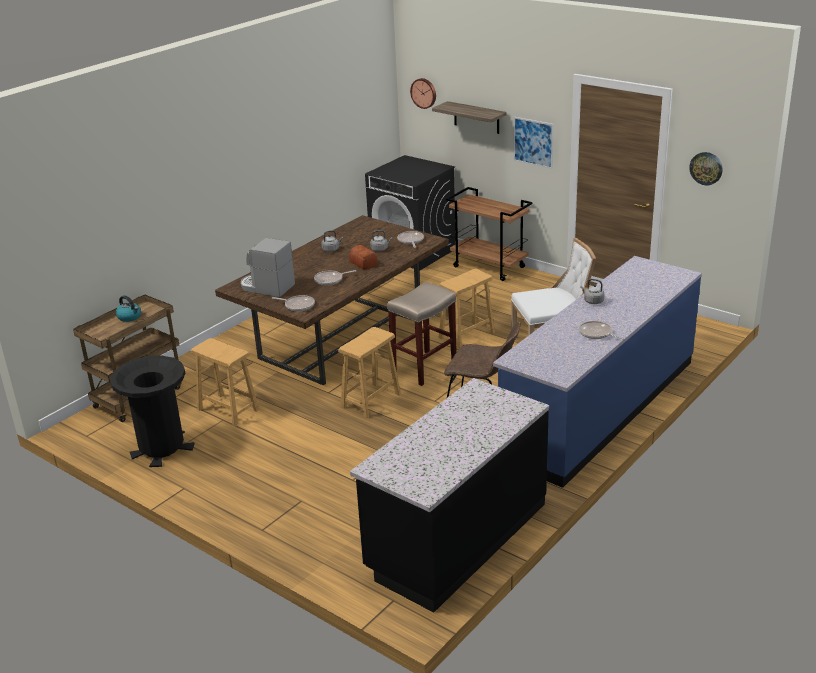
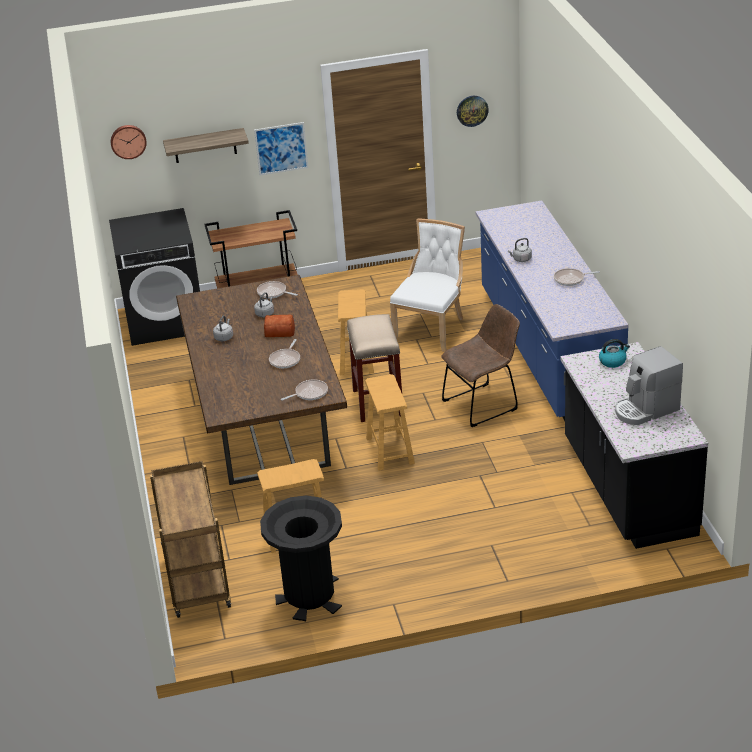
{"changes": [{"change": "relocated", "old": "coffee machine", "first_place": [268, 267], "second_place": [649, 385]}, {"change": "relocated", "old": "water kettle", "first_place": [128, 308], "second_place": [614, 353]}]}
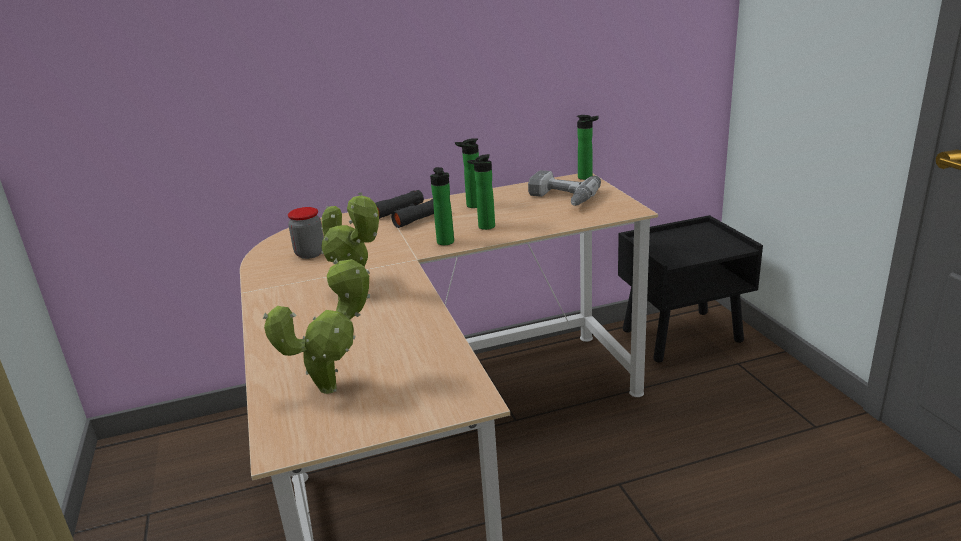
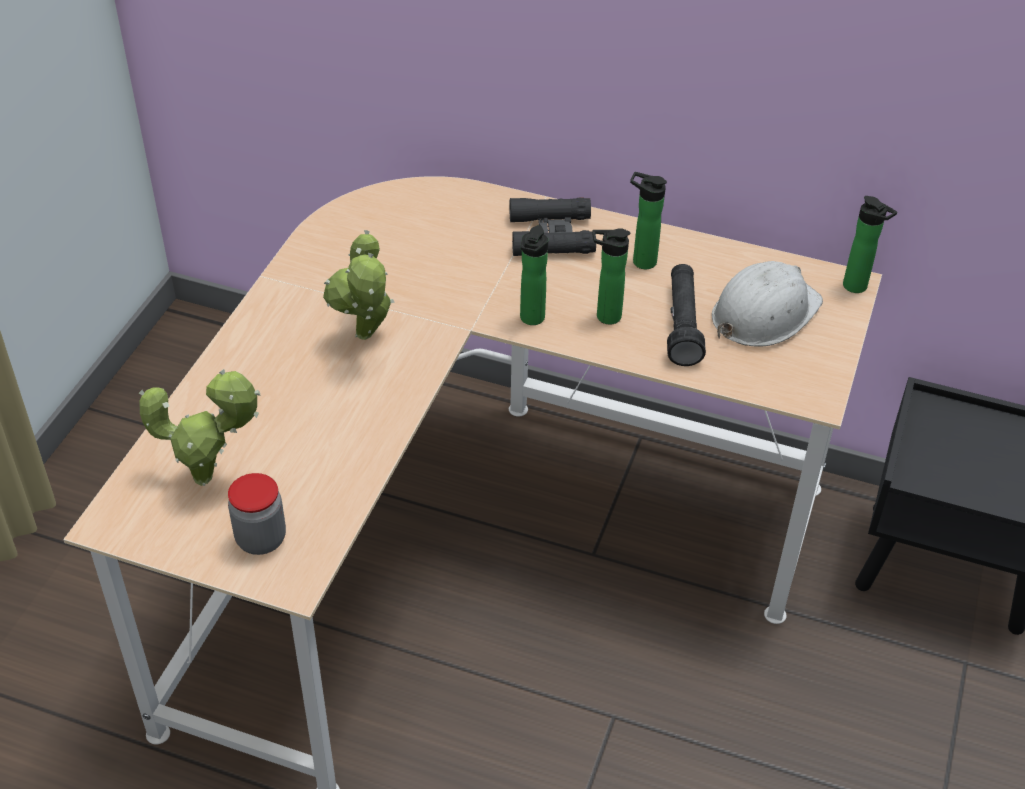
{"changes": [{"change": "exchanged", "old": "power drill", "new": "safety helmet (white-coloured)", "first_place": [564, 188], "second_place": [767, 304]}, {"change": "relocated", "old": "jar", "first_place": [306, 233], "second_place": [257, 514]}, {"change": "appeared", "new": "torch (black-coloured)", "second_place": [686, 315]}]}
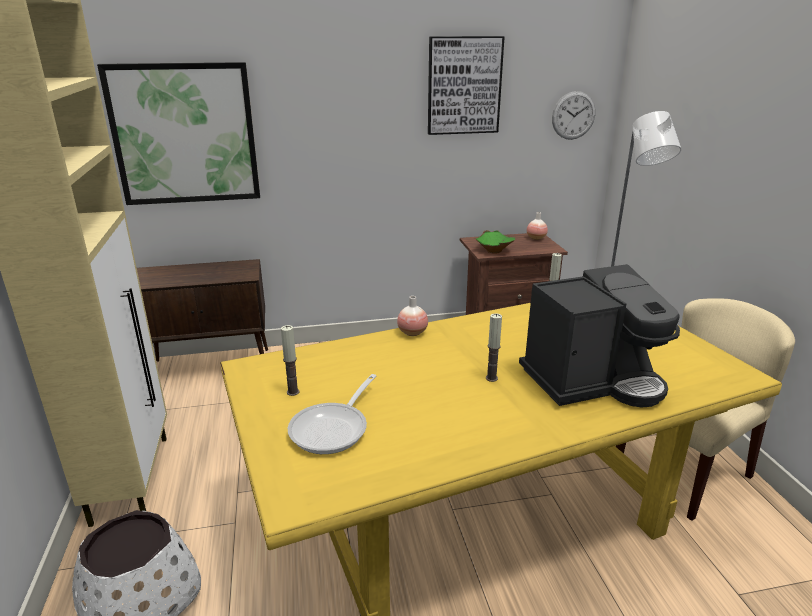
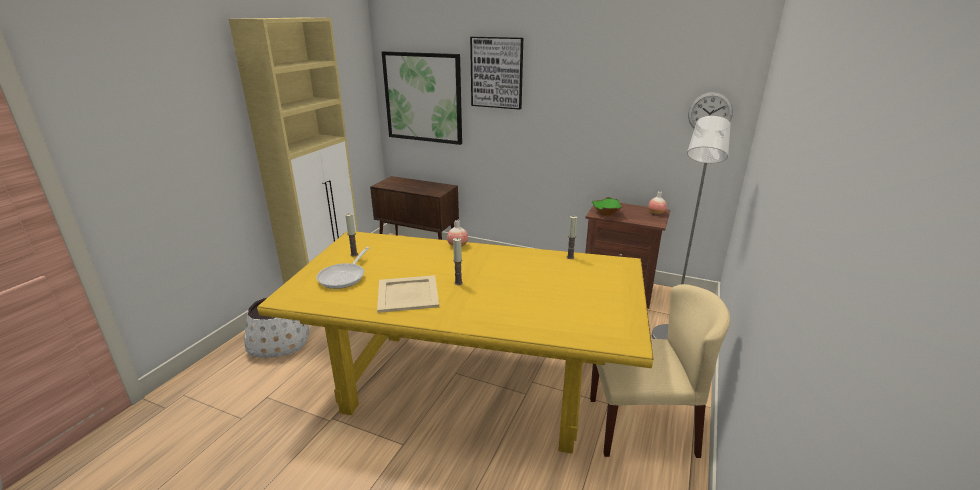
{"changes": [{"change": "relocated", "old": "picture", "first_place": [466, 85], "second_place": [496, 73]}, {"change": "missing", "old": "coffee machine", "first_place": [599, 335]}, {"change": "spun", "old": "pan", "first_place": [332, 414], "second_place": [343, 268], "degrees": -45}, {"change": "appeared", "new": "serving tray (beige-coloured)", "second_place": [408, 294]}]}
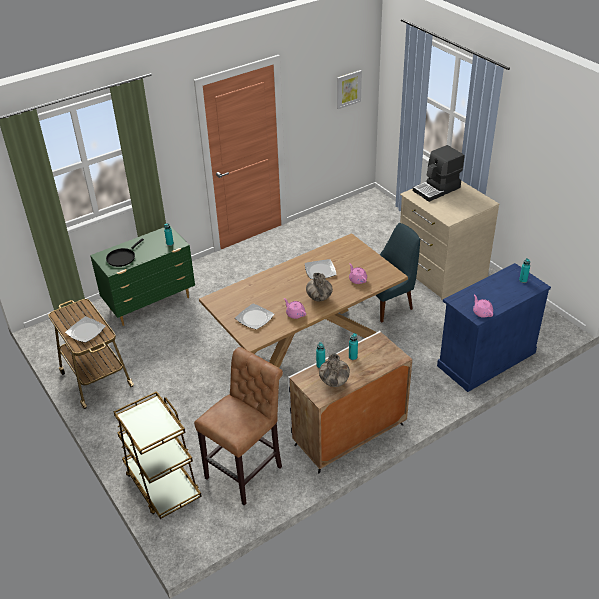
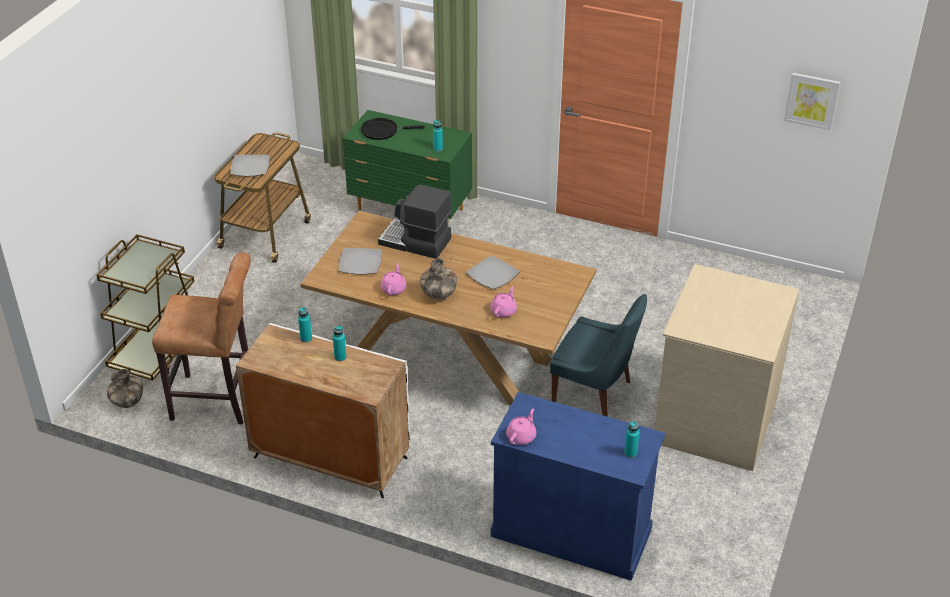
{"changes": [{"change": "relocated", "old": "coffee machine", "first_place": [439, 173], "second_place": [414, 222]}, {"change": "relocated", "old": "vase", "first_place": [334, 370], "second_place": [125, 388]}]}
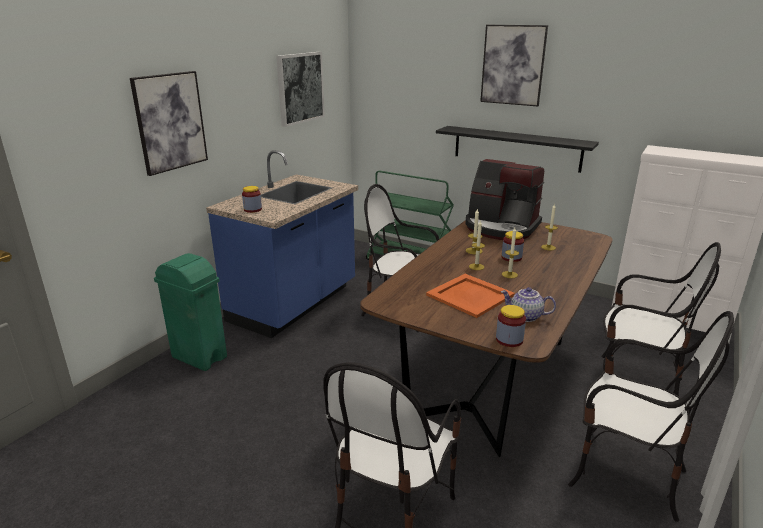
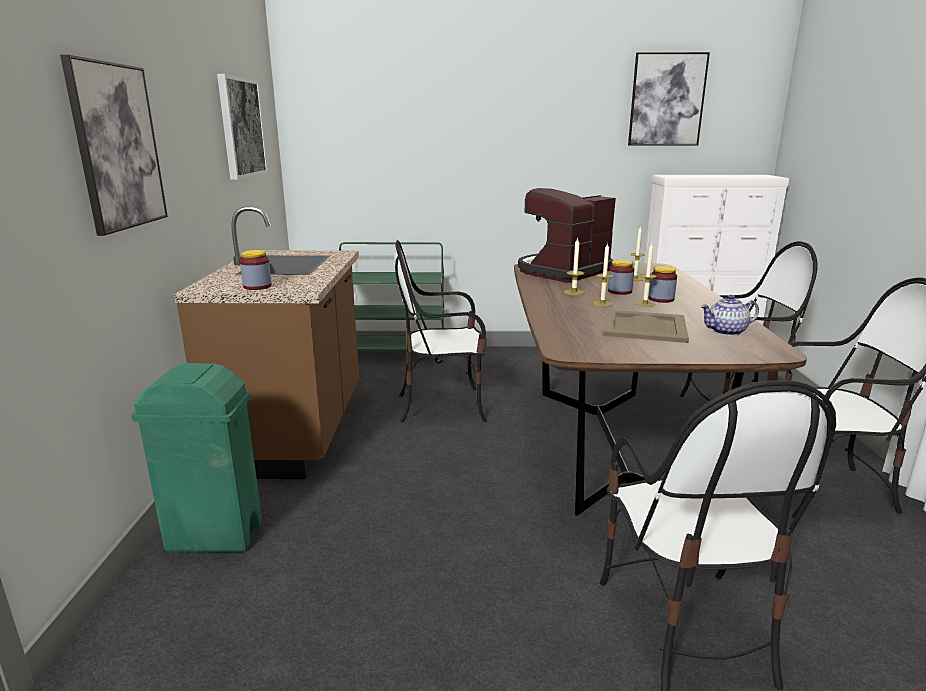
{"changes": [{"change": "relocated", "old": "picture", "first_place": [514, 65], "second_place": [669, 99]}, {"change": "missing", "old": "wall shelf (black-coloured)", "first_place": [517, 149]}, {"change": "colour", "old": "kitchen base unit (bluish)", "new": "kitchen base unit (brown-coloured)", "first_place": [282, 244], "second_place": [266, 342]}, {"change": "spun", "old": "coffee machine", "first_place": [505, 199], "second_place": [567, 235], "degrees": 135}, {"change": "colour", "old": "serving tray (orange-coloured)", "new": "serving tray (beige-coloured)", "first_place": [470, 296], "second_place": [645, 326]}, {"change": "relocated", "old": "jar", "first_place": [511, 326], "second_place": [662, 284]}]}
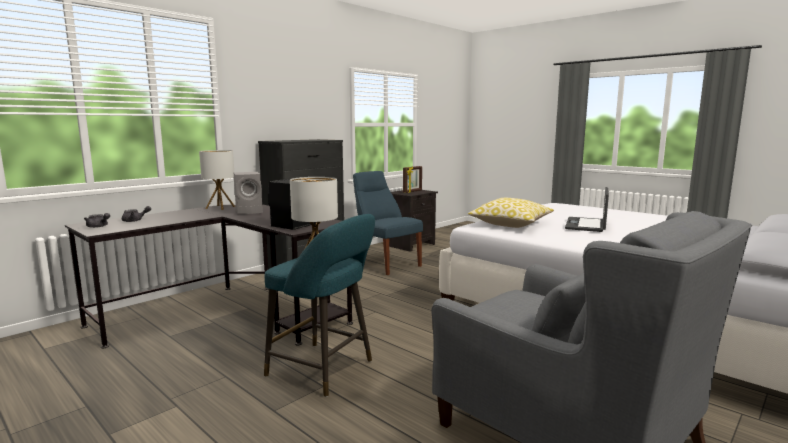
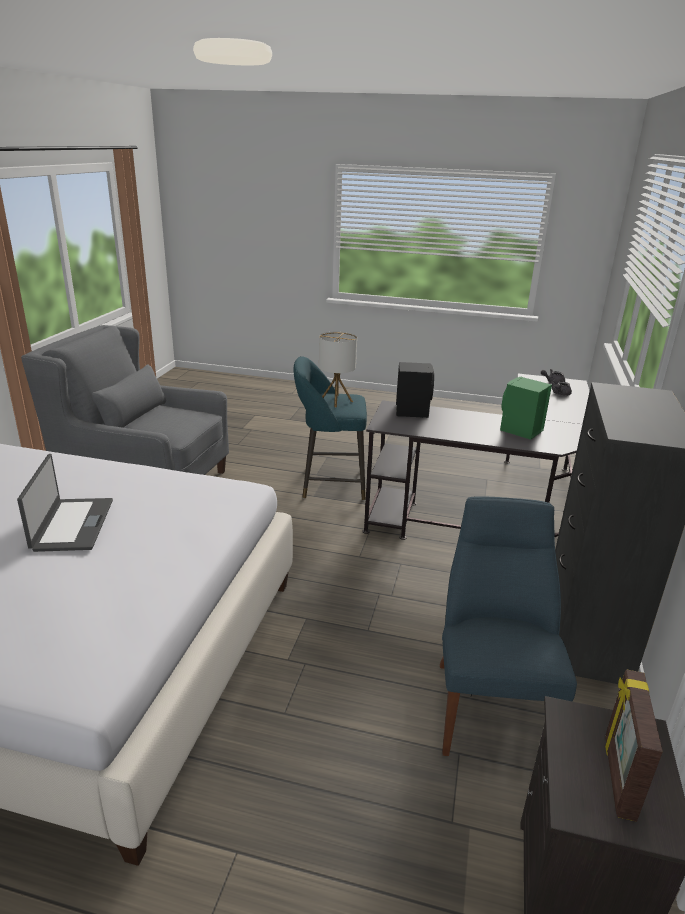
{"changes": [{"change": "missing", "old": "table lamp", "first_place": [217, 180]}, {"change": "spun", "old": "upright chair (bluish)", "first_place": [388, 223], "second_place": [508, 626], "degrees": -105}, {"change": "colour", "old": "speaker (grey)", "new": "speaker (green)", "first_place": [248, 193], "second_place": [526, 408]}, {"change": "missing", "old": "pillow", "first_place": [511, 213]}]}
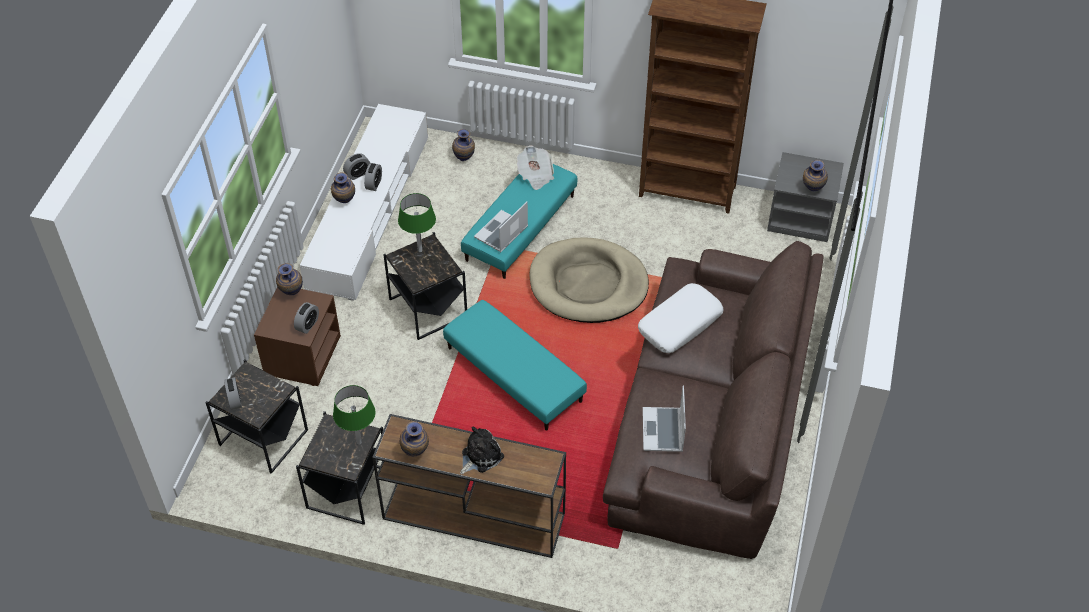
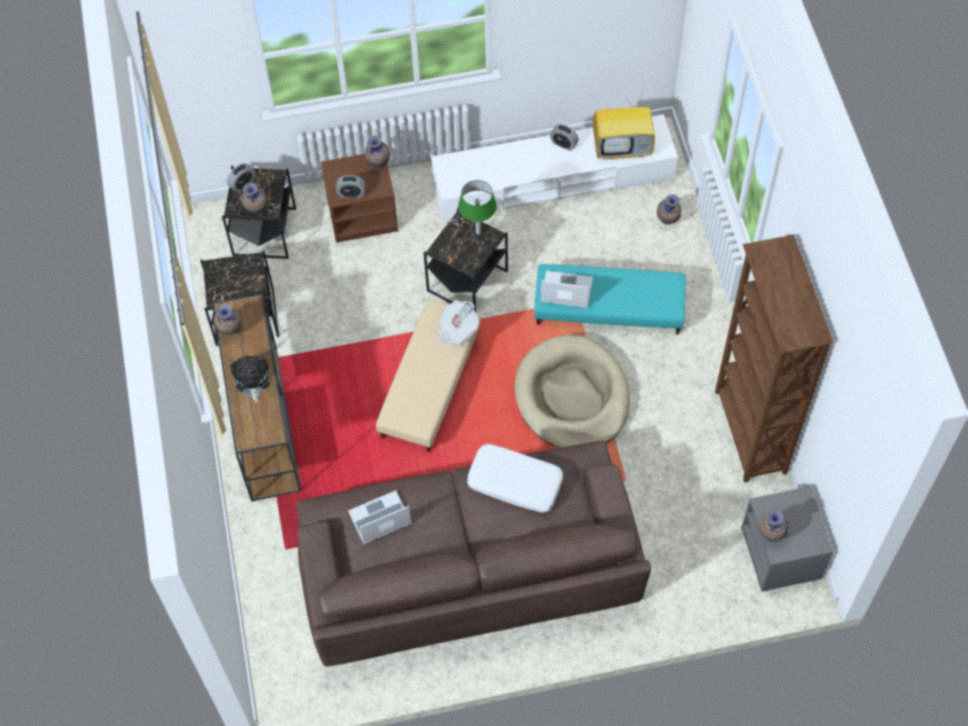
{"changes": [{"change": "relocated", "old": "newspaper", "first_place": [535, 167], "second_place": [457, 324]}, {"change": "missing", "old": "alarm clock", "first_place": [373, 177]}, {"change": "relocated", "old": "vase", "first_place": [343, 187], "second_place": [254, 198]}, {"change": "colour", "old": "ottoman (turquoise-coloured)", "new": "ottoman (beige-coloured)", "first_place": [515, 365], "second_place": [428, 376]}, {"change": "missing", "old": "table lamp (green)", "first_place": [354, 415]}, {"change": "spun", "old": "plush toy", "first_place": [482, 450], "second_place": [250, 379], "degrees": -120}, {"change": "appeared", "new": "television", "second_place": [624, 126]}]}
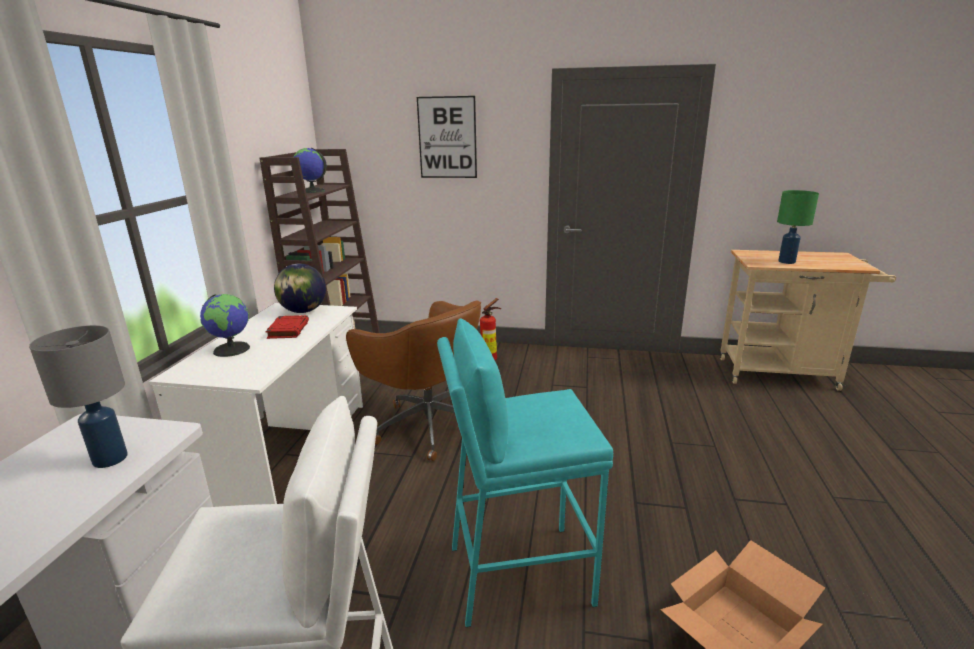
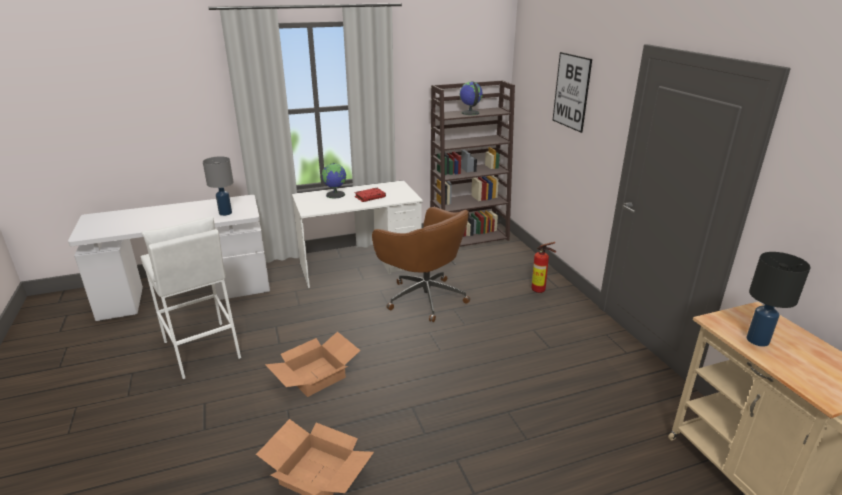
{"changes": [{"change": "colour", "old": "table lamp (green)", "new": "table lamp (black-coloured)", "first_place": [798, 227], "second_place": [778, 299]}, {"change": "missing", "old": "globe", "first_place": [300, 288]}, {"change": "spun", "old": "office chair (brown-coloured)", "first_place": [413, 380], "second_place": [421, 264], "degrees": -60}, {"change": "exchanged", "old": "sitting stool (turquoise-coloured)", "new": "carton", "first_place": [525, 472], "second_place": [313, 364]}]}
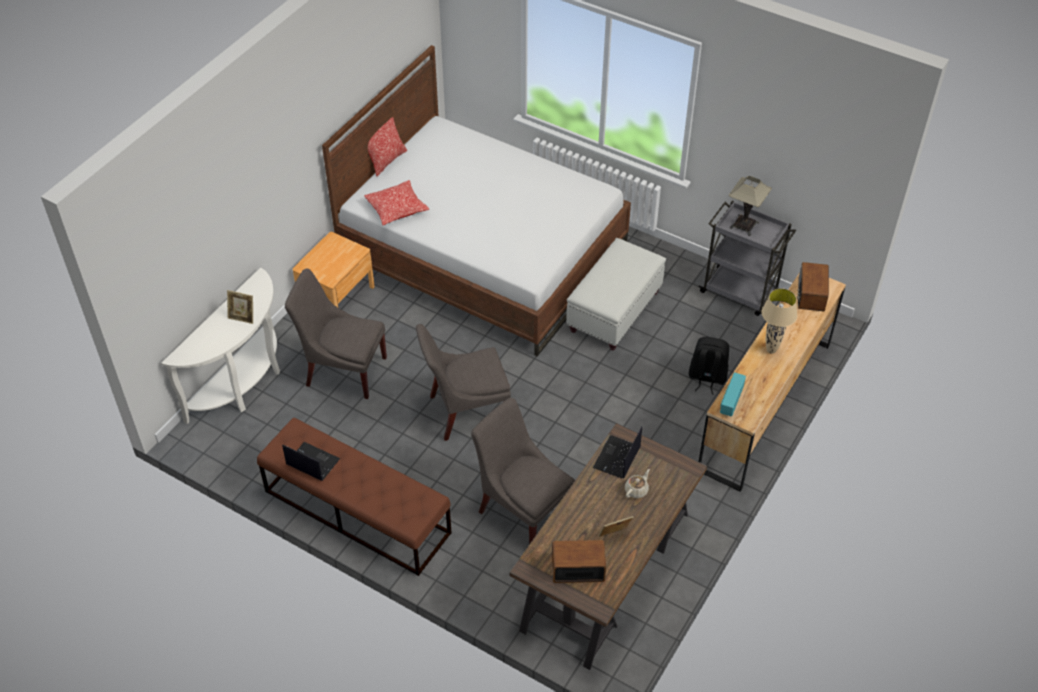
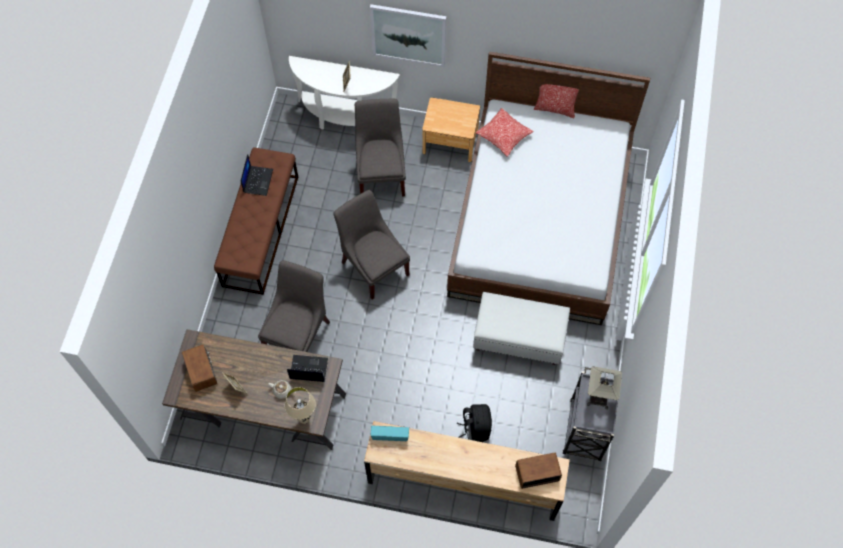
{"changes": [{"change": "relocated", "old": "table lamp (beige-coloured)", "first_place": [779, 321], "second_place": [300, 405]}, {"change": "appeared", "new": "picture", "second_place": [408, 35]}]}
